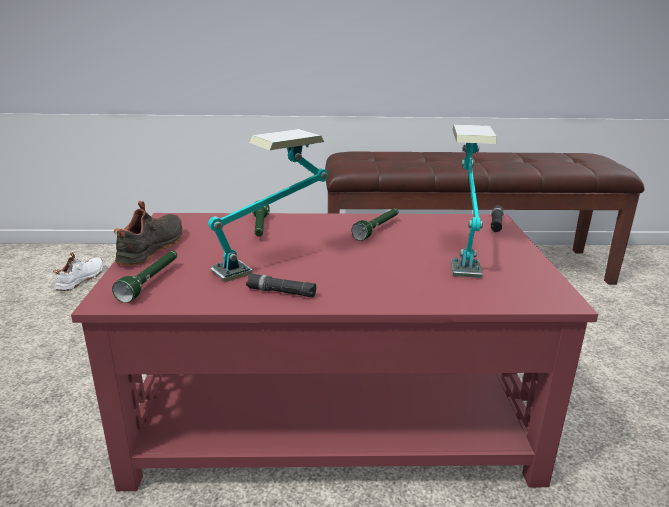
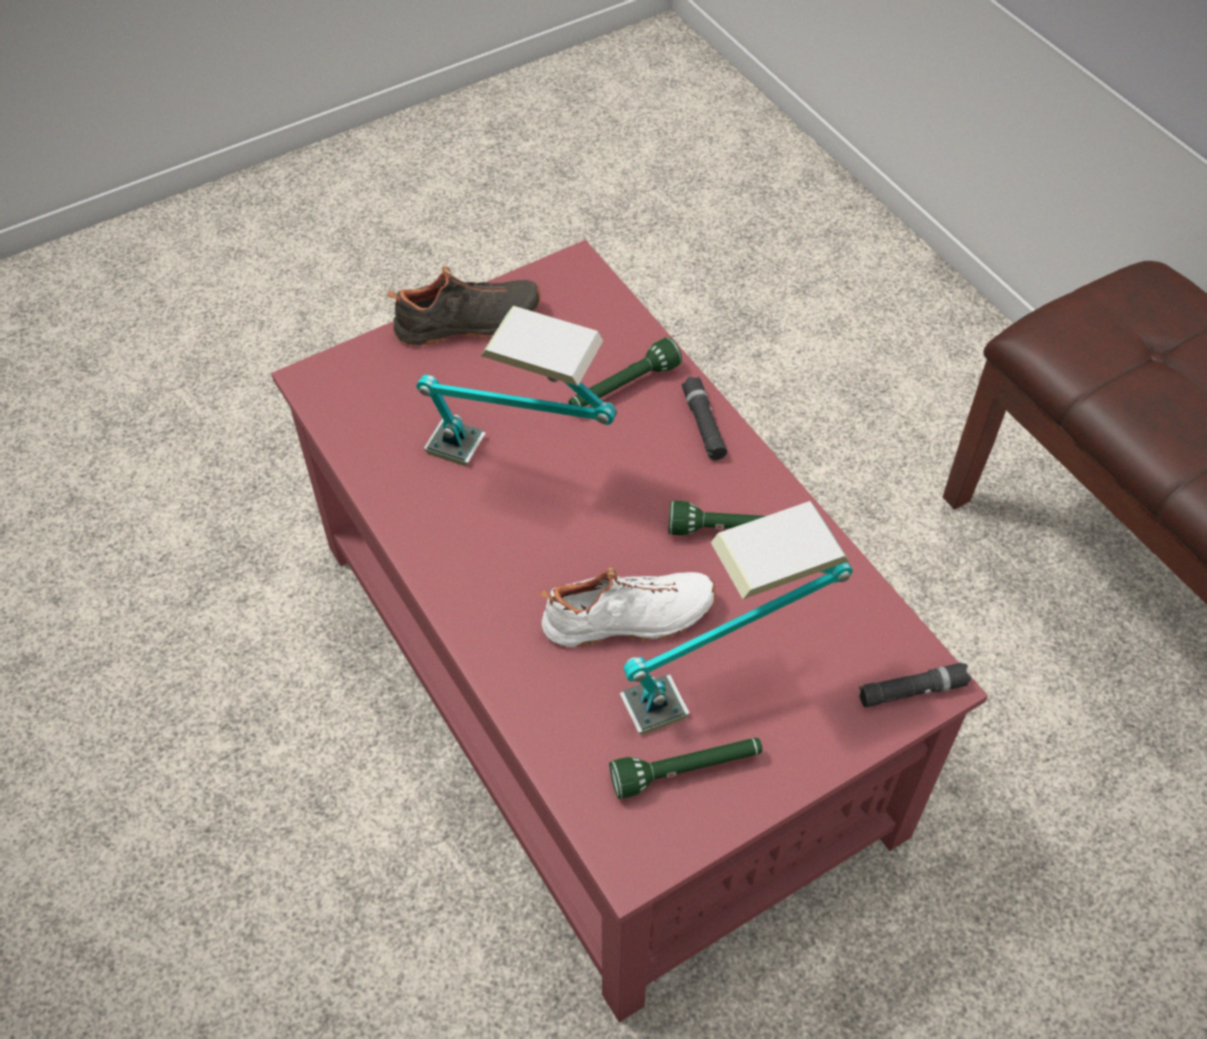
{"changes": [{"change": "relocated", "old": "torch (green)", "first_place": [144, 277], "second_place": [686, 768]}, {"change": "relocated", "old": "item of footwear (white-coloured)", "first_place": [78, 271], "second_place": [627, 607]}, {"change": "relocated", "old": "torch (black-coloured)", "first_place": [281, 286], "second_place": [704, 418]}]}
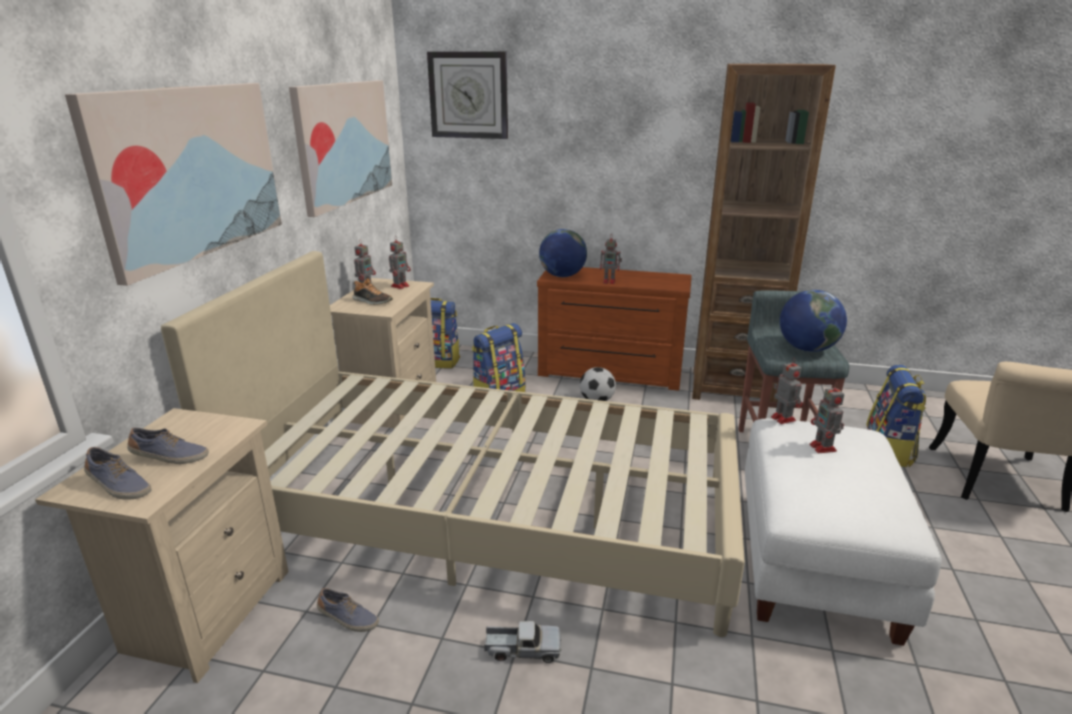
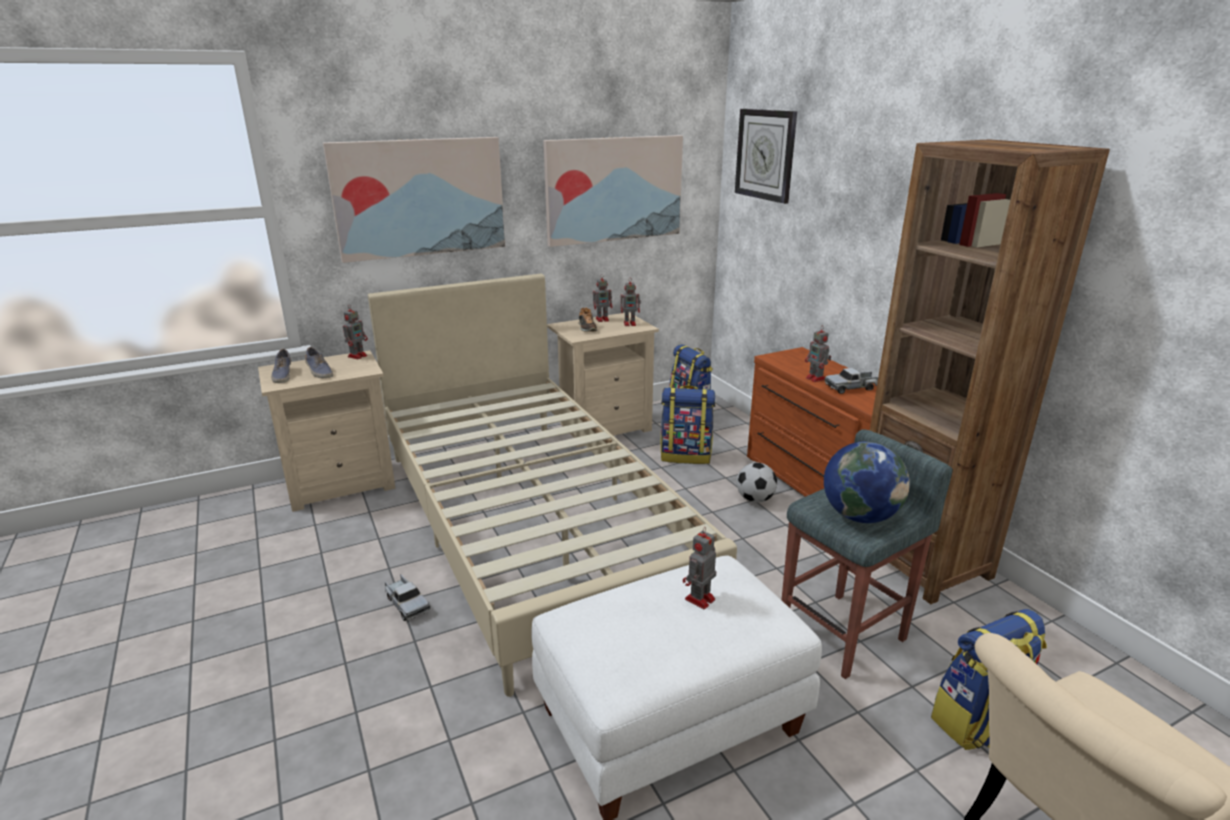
{"changes": [{"change": "missing", "old": "globe", "first_place": [563, 253]}, {"change": "relocated", "old": "toy robot", "first_place": [787, 391], "second_place": [355, 332]}, {"change": "missing", "old": "item of footwear", "first_place": [348, 610]}, {"change": "appeared", "new": "model truck", "second_place": [851, 381]}]}
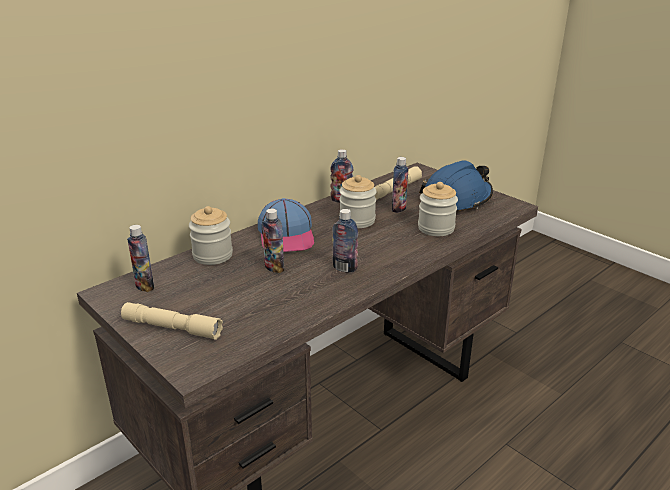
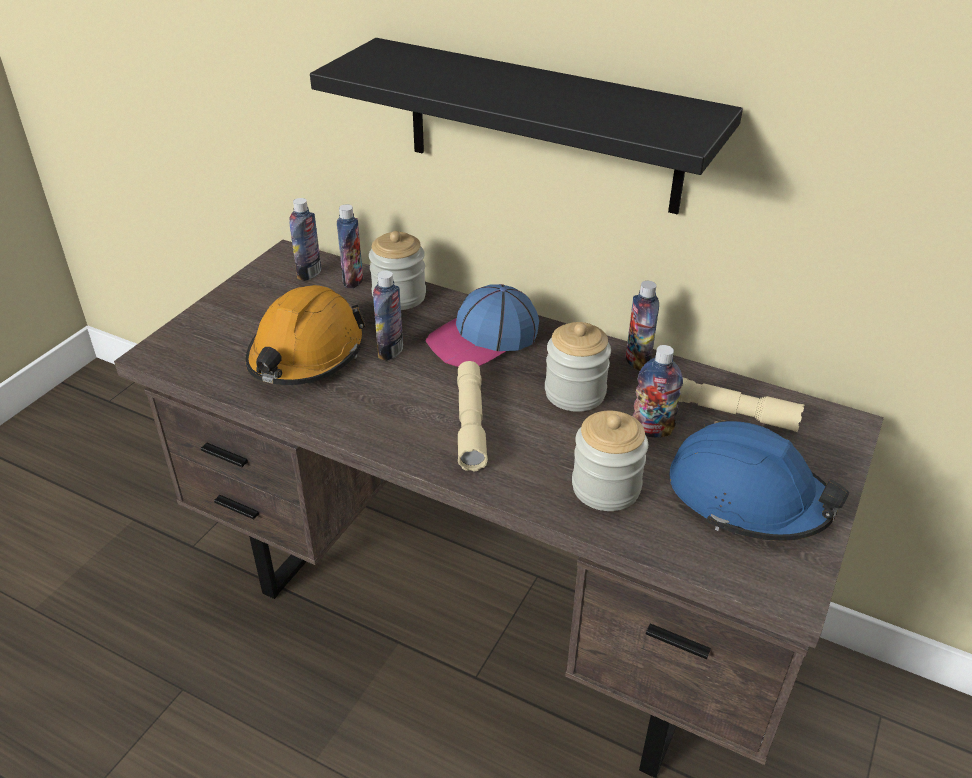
{"changes": [{"change": "relocated", "old": "beverage bottle", "first_place": [345, 240], "second_place": [350, 246]}, {"change": "relocated", "old": "torch (beige-coloured)", "first_place": [172, 321], "second_place": [472, 416]}, {"change": "appeared", "new": "wall shelf (black-coloured)", "second_place": [526, 126]}, {"change": "appeared", "new": "safety helmet (orange-coloured)", "second_place": [305, 335]}]}
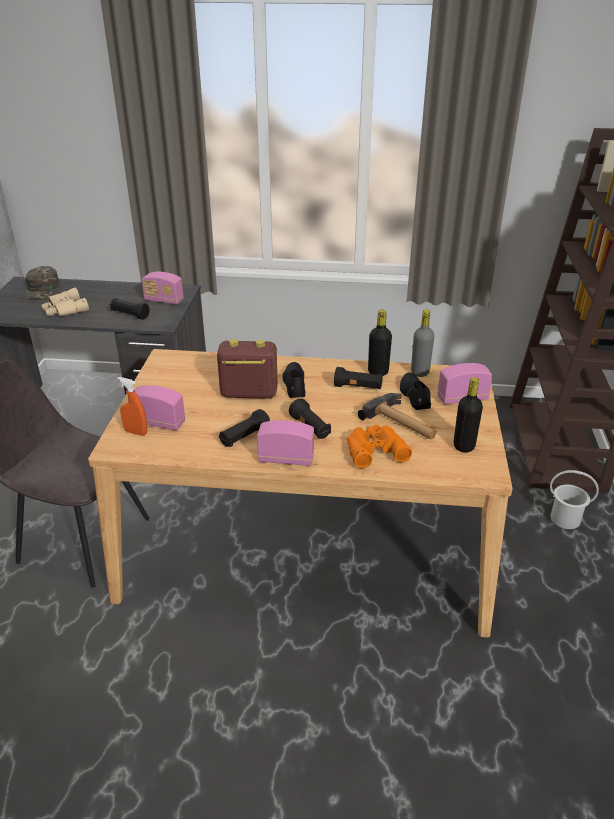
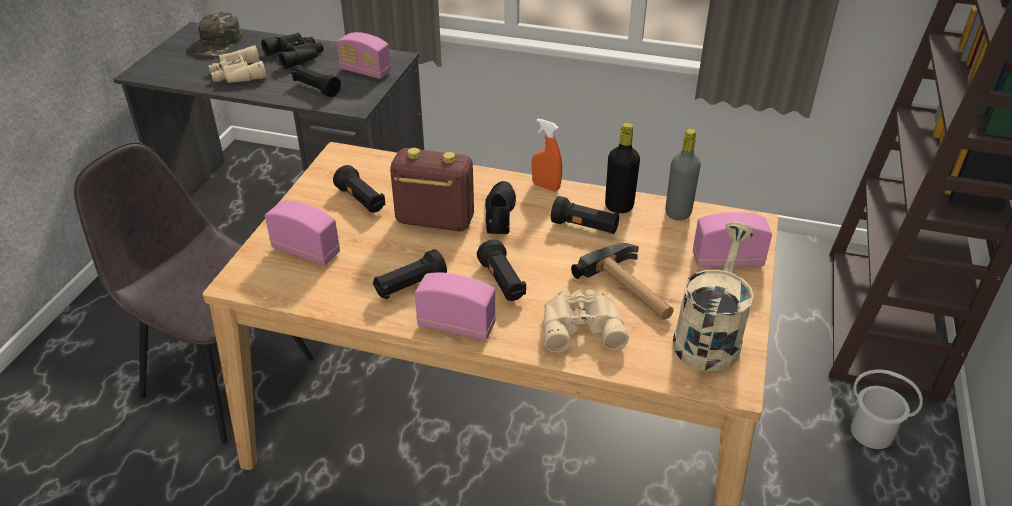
{"changes": [{"change": "missing", "old": "item of footwear (black-coloured)", "first_place": [415, 391]}, {"change": "relocated", "old": "spray bottle (orange-coloured)", "first_place": [132, 406], "second_place": [547, 155]}, {"change": "exchanged", "old": "beverage bottle (black-coloured)", "new": "sprinkling can (beige-coloured)", "first_place": [468, 414], "second_place": [714, 296]}, {"change": "colour", "old": "pair of binoculars (orange-coloured)", "new": "pair of binoculars (beige-coloured)", "first_place": [379, 446], "second_place": [586, 321]}, {"change": "appeared", "new": "pair of binoculars (black-coloured)", "second_place": [292, 51]}, {"change": "appeared", "new": "torch (black-coloured)", "second_place": [359, 189]}]}
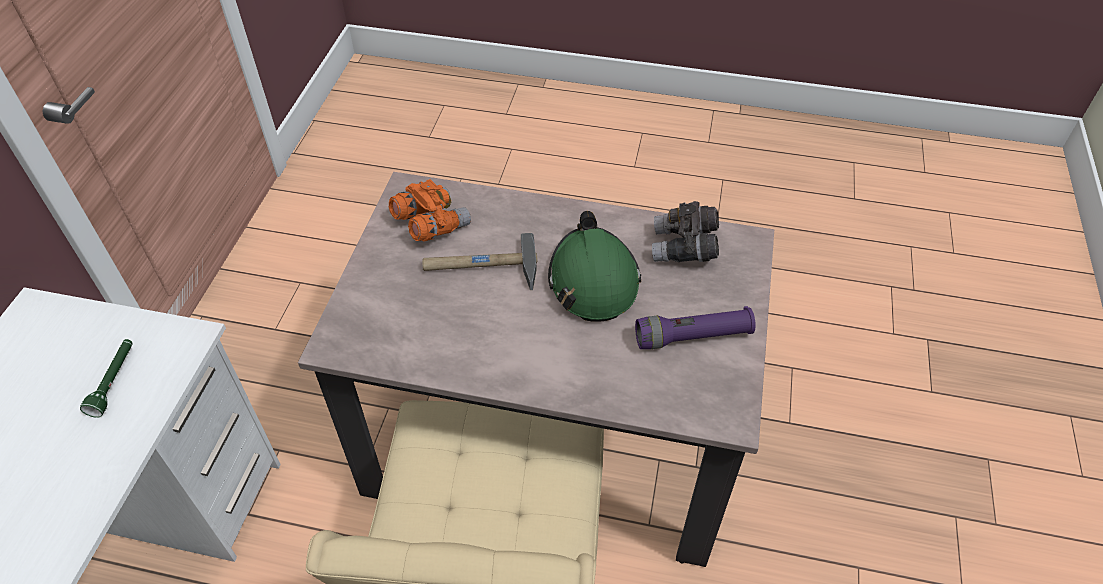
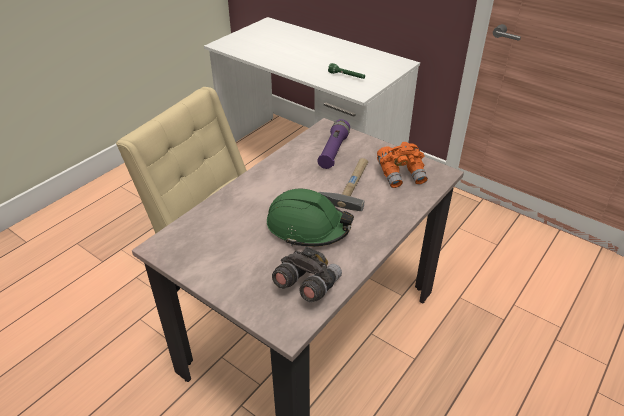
{"changes": [{"change": "relocated", "old": "torch (purple)", "first_place": [695, 327], "second_place": [333, 144]}]}
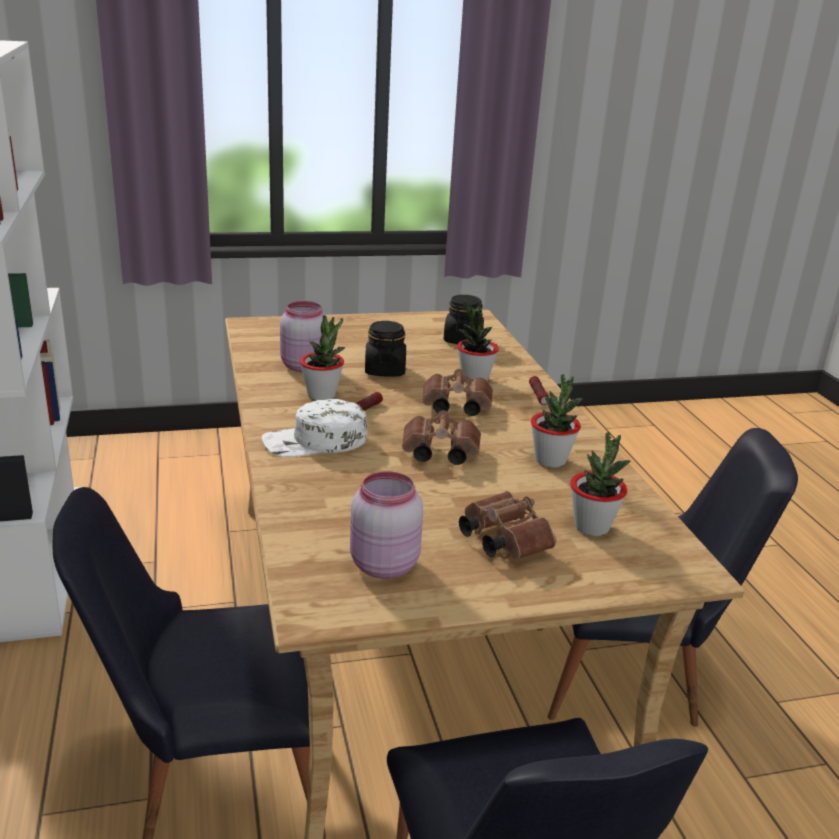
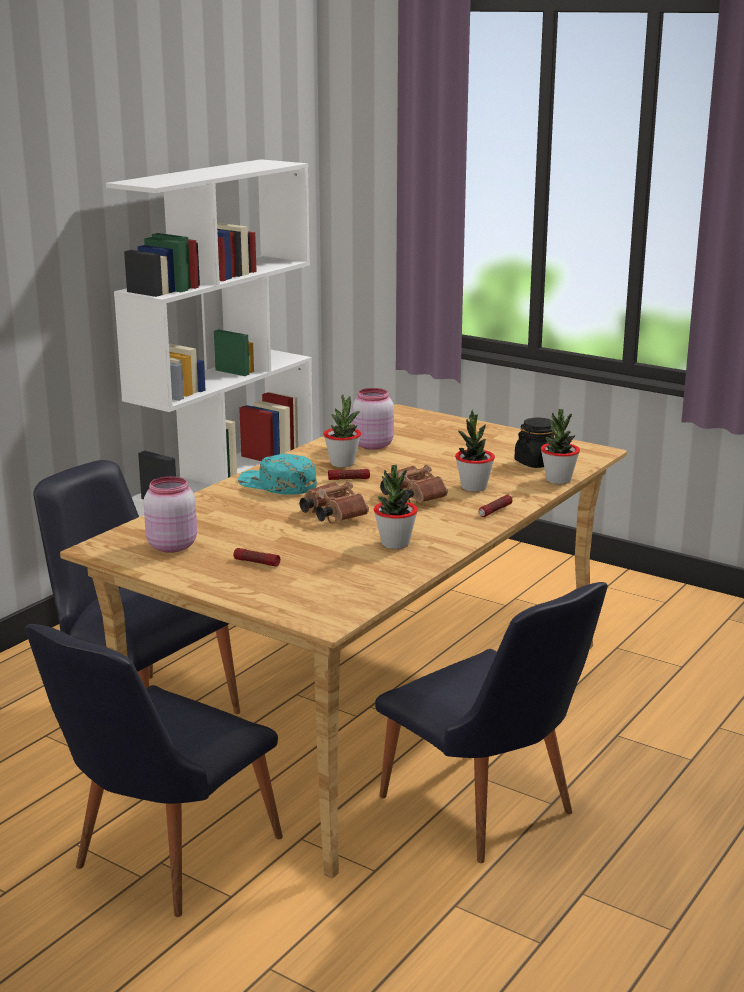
{"changes": [{"change": "missing", "old": "jar (black-coloured)", "first_place": [385, 349]}, {"change": "colour", "old": "cap (white-coloured)", "new": "cap (turquoise-coloured)", "first_place": [315, 428], "second_place": [277, 474]}, {"change": "relocated", "old": "plant in a pot", "first_place": [600, 484], "second_place": [560, 446]}, {"change": "exchanged", "old": "pair of binoculars (brown-coloured)", "new": "torch", "first_place": [507, 525], "second_place": [256, 557]}]}
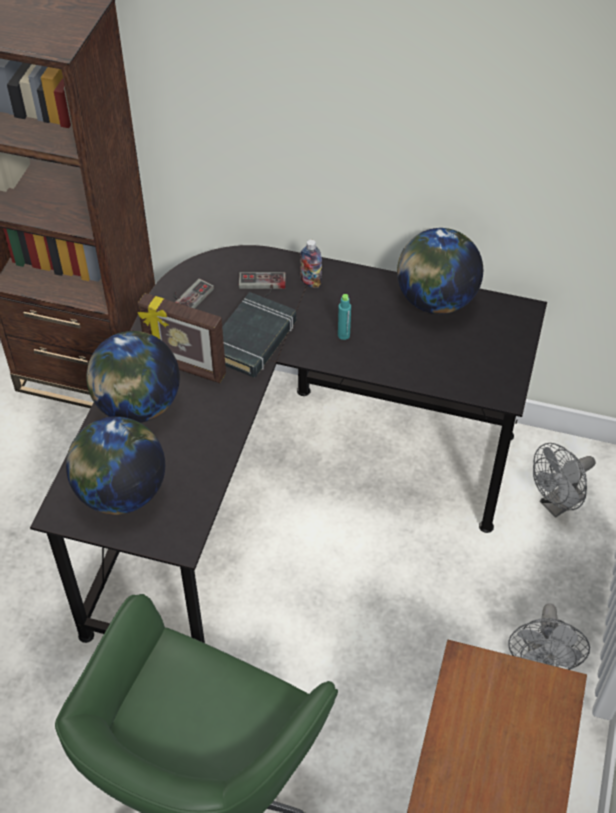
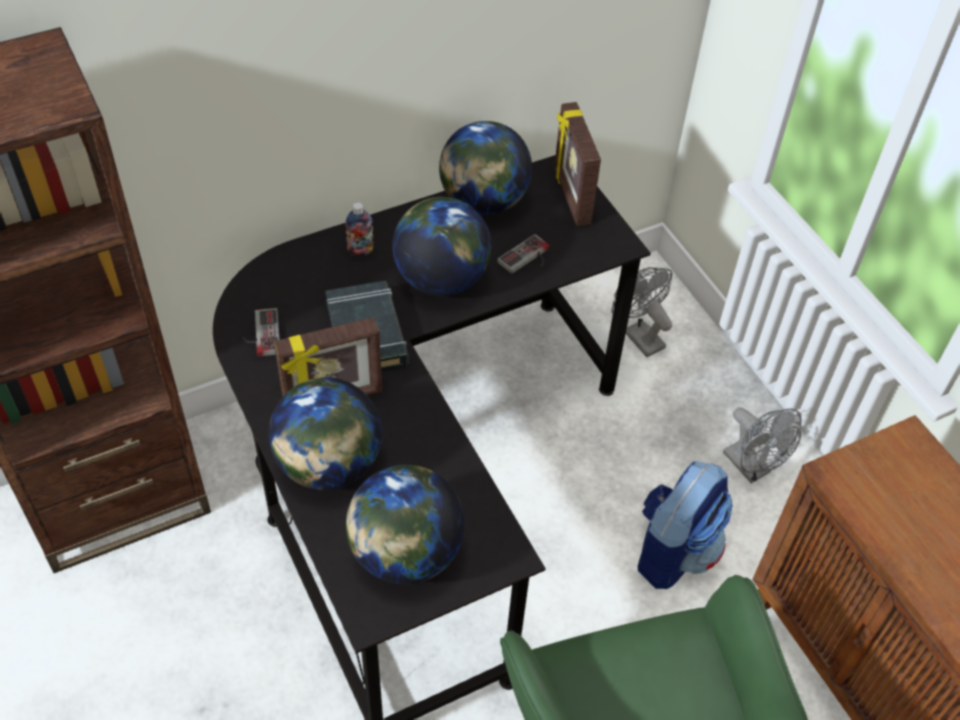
{"changes": [{"change": "relocated", "old": "game controller", "first_place": [262, 284], "second_place": [523, 254]}, {"change": "exchanged", "old": "beverage bottle (turquoise-coloured)", "new": "globe", "first_place": [344, 317], "second_place": [441, 246]}, {"change": "spun", "old": "fan (grey)", "first_place": [564, 480], "second_place": [642, 312], "degrees": 135}, {"change": "appeared", "new": "picture frame", "second_place": [577, 164]}, {"change": "appeared", "new": "knapsack", "second_place": [685, 525]}]}
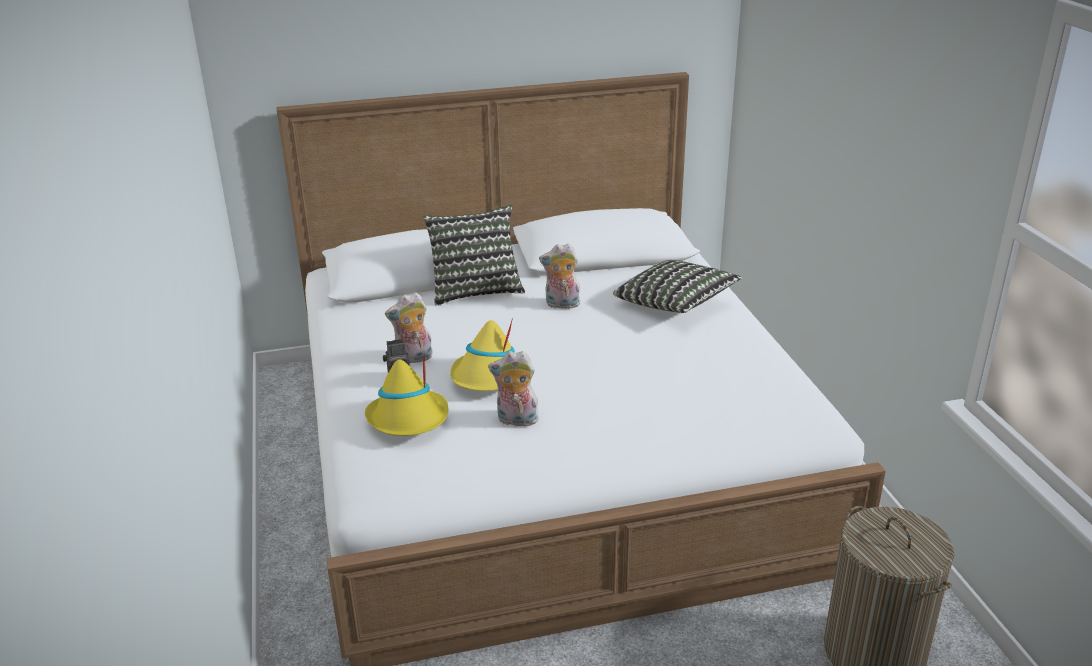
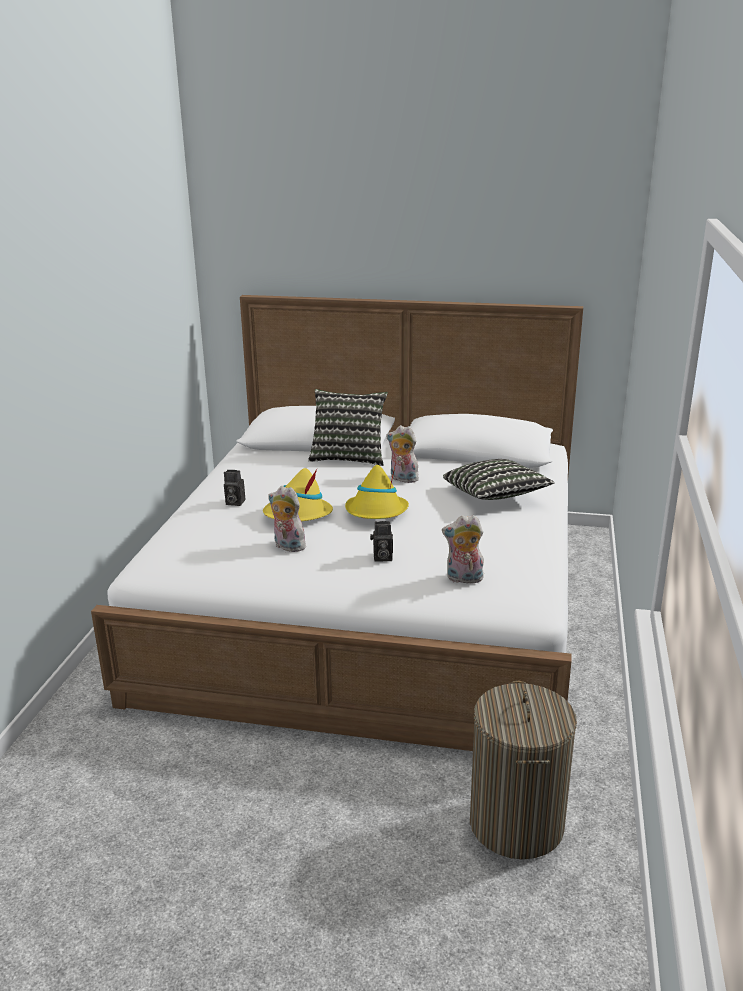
{"changes": [{"change": "relocated", "old": "plush toy", "first_place": [409, 328], "second_place": [463, 549]}, {"change": "relocated", "old": "hat (yellow)", "first_place": [406, 396], "second_place": [377, 490]}, {"change": "appeared", "new": "still camera", "second_place": [381, 541]}]}
